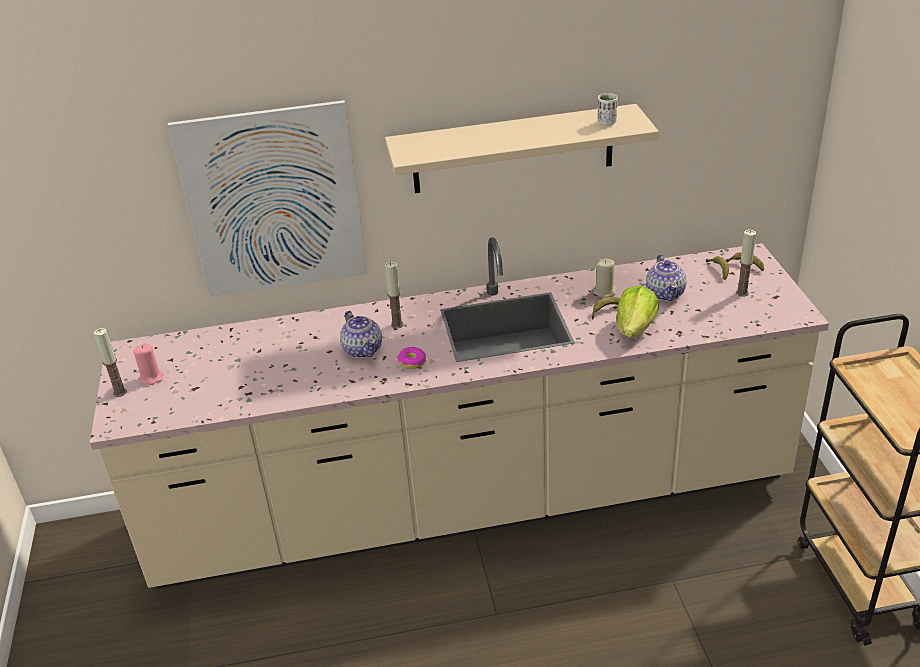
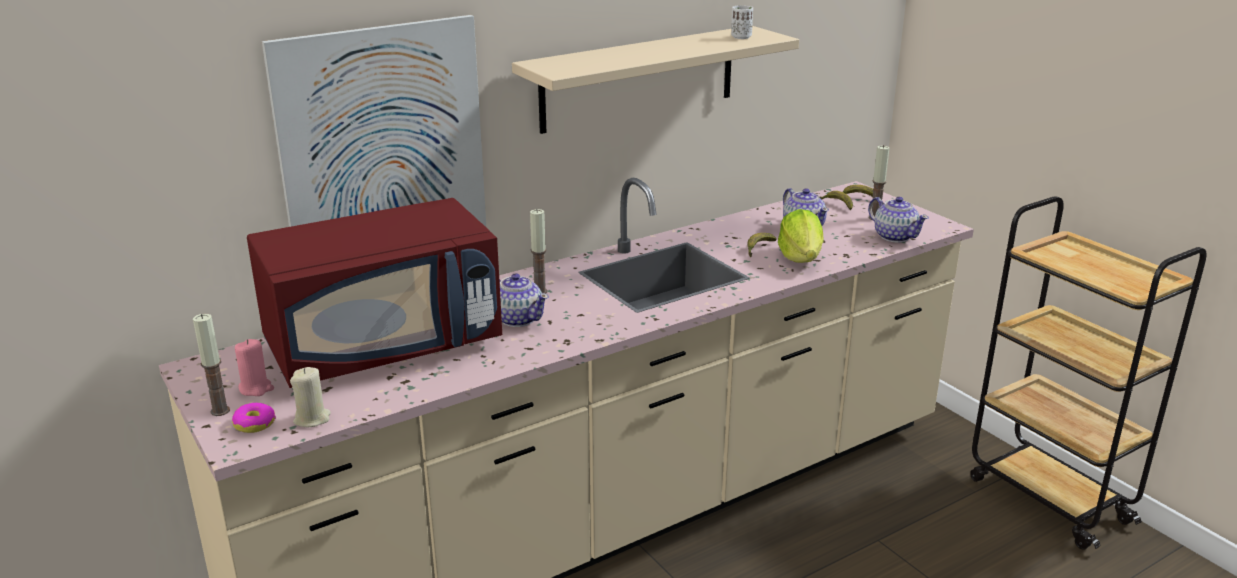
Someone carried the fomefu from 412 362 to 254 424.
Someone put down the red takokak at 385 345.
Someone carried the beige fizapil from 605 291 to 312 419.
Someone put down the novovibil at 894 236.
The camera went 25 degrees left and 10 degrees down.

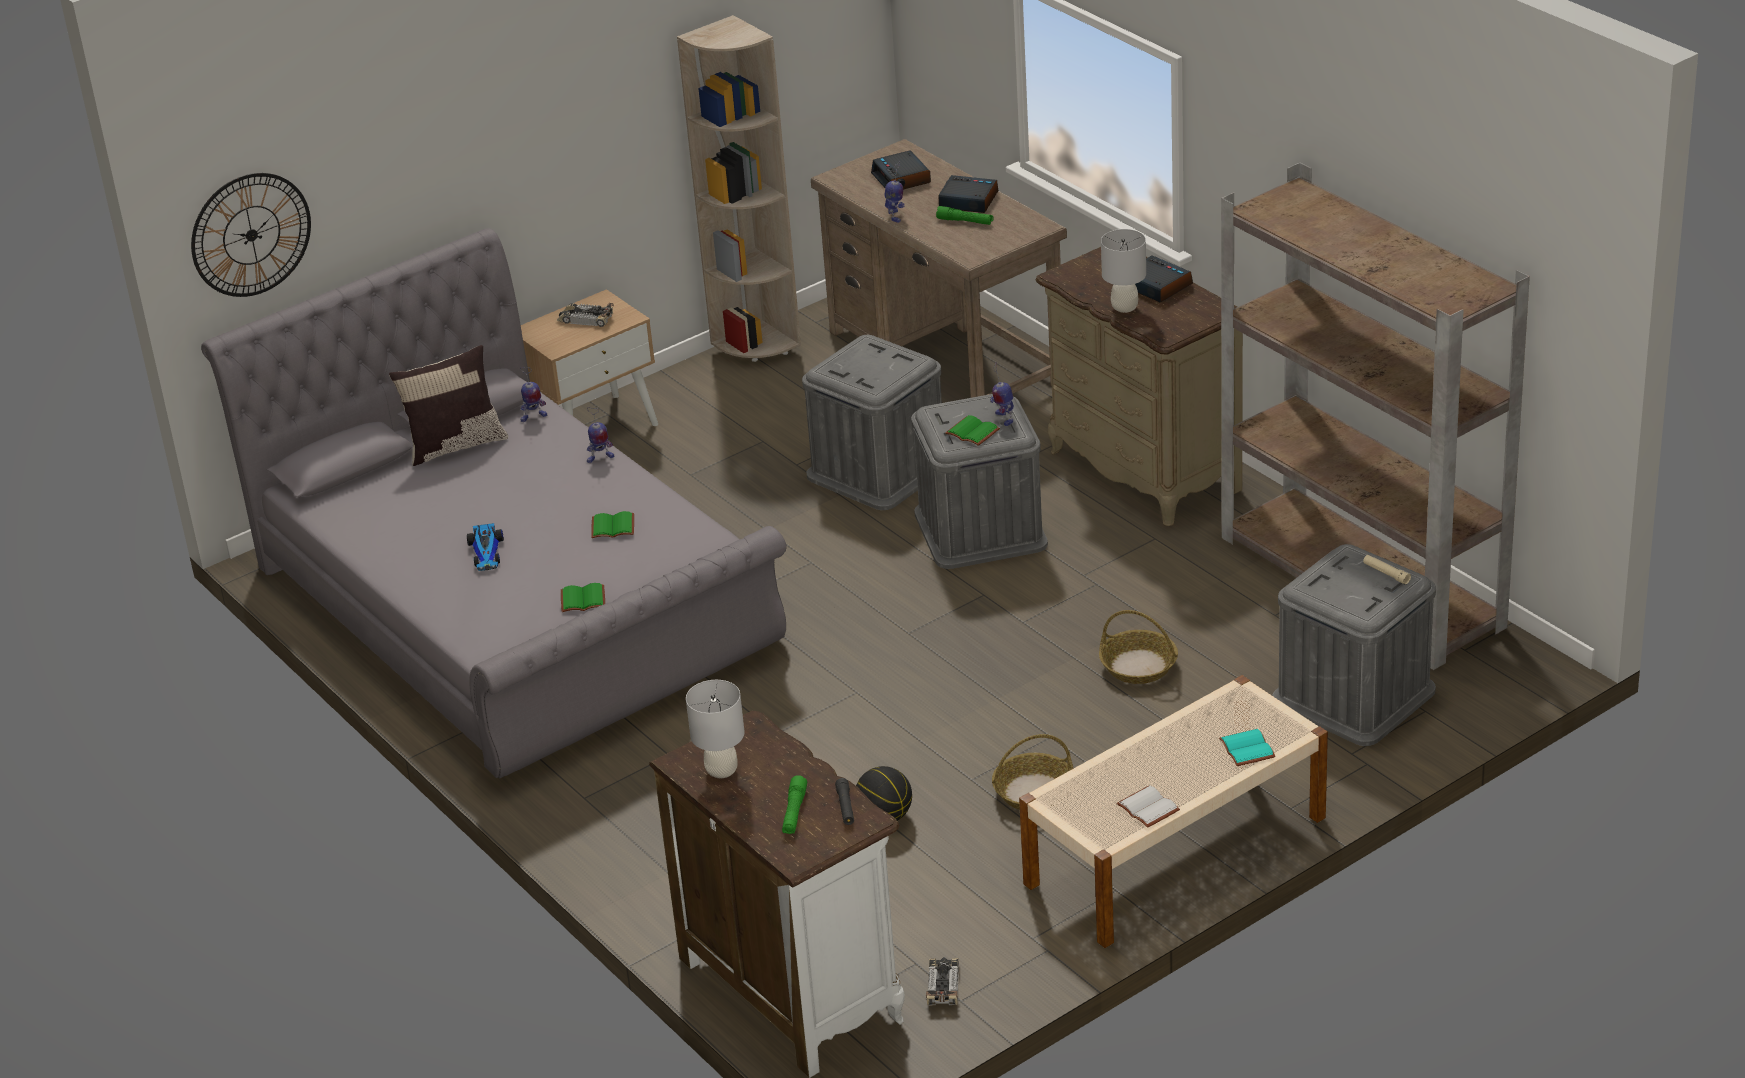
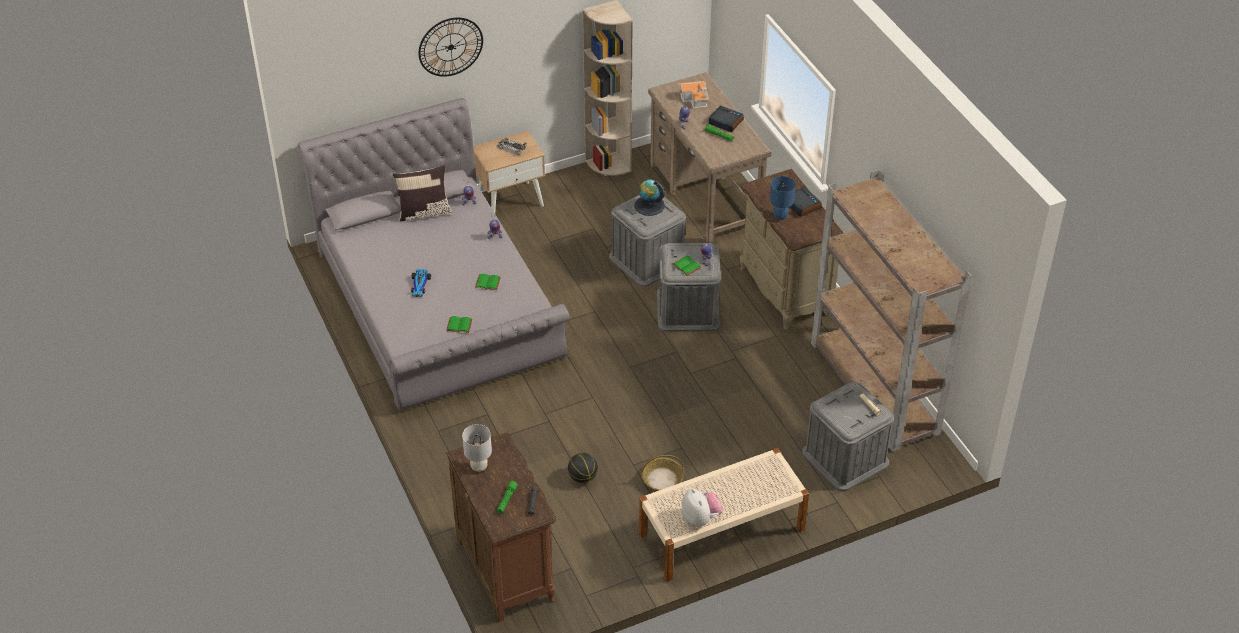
Someone carried the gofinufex from 251 235 to 450 47.
Someone repainted the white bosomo at 794 987, which became the brown bosomo at 507 568.
Someone put down the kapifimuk at 649 205.
Someone swapped the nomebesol at 902 178 for the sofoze at 695 99.
Someone swapped the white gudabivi at 1146 808 for the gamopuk at 700 519.
Someone repainted the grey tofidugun at 1124 308, which became the blue tofidugun at 780 216.
Someone took away the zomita at 943 984.
Someone took away the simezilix at 1138 666.
Someone took away the turquoise gudabivi at 1249 749.
The camera went 10 degrees right and 10 degrees up.

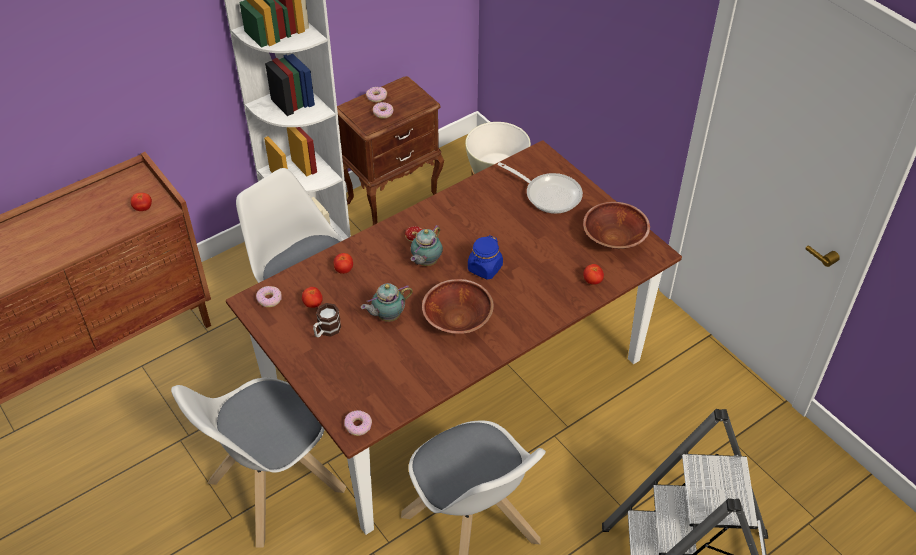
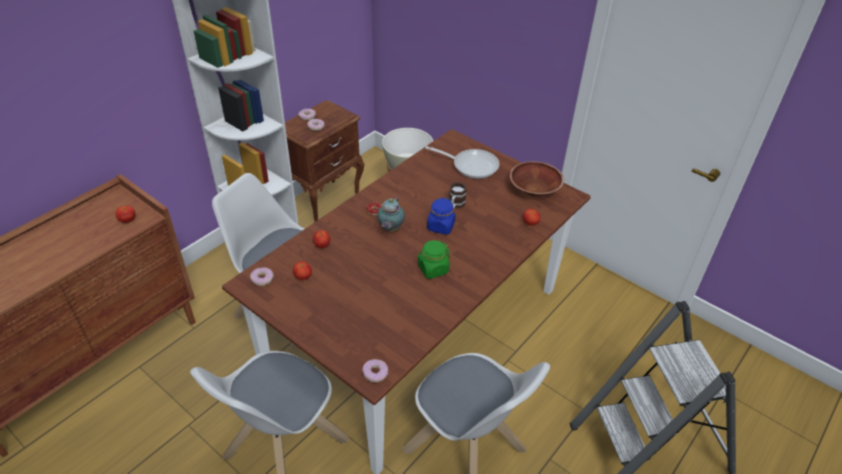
Someone swapped the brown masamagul at 458 319 for the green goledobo at 433 269.
Someone carried the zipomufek from 326 331 to 455 205.
Someone took away the novovibil at 387 316.
The camera went 15 degrees left and 5 degrees down.

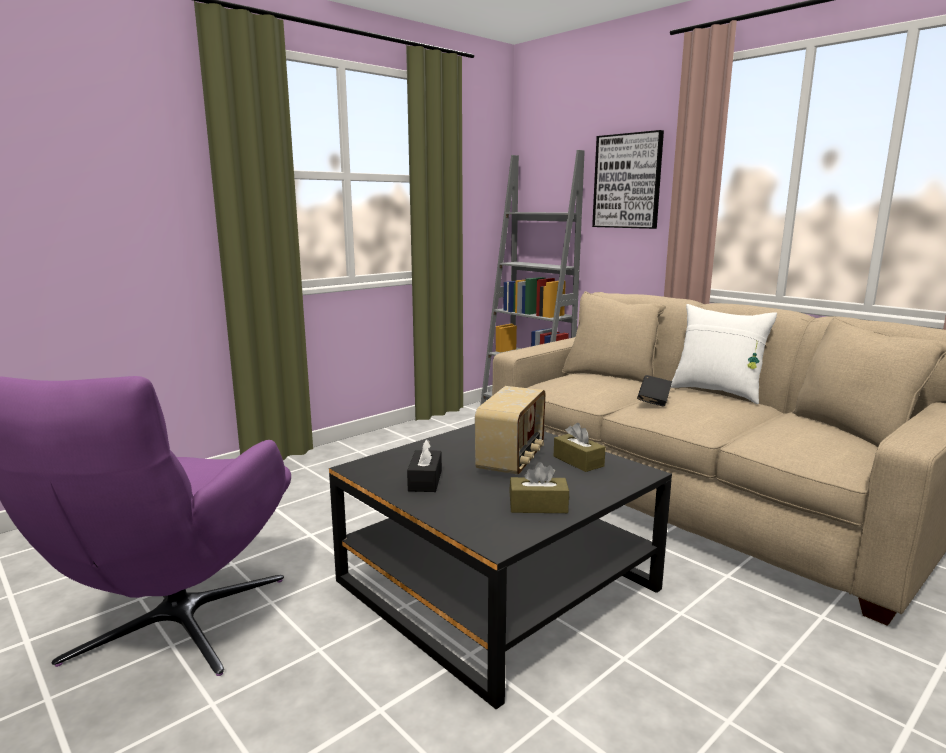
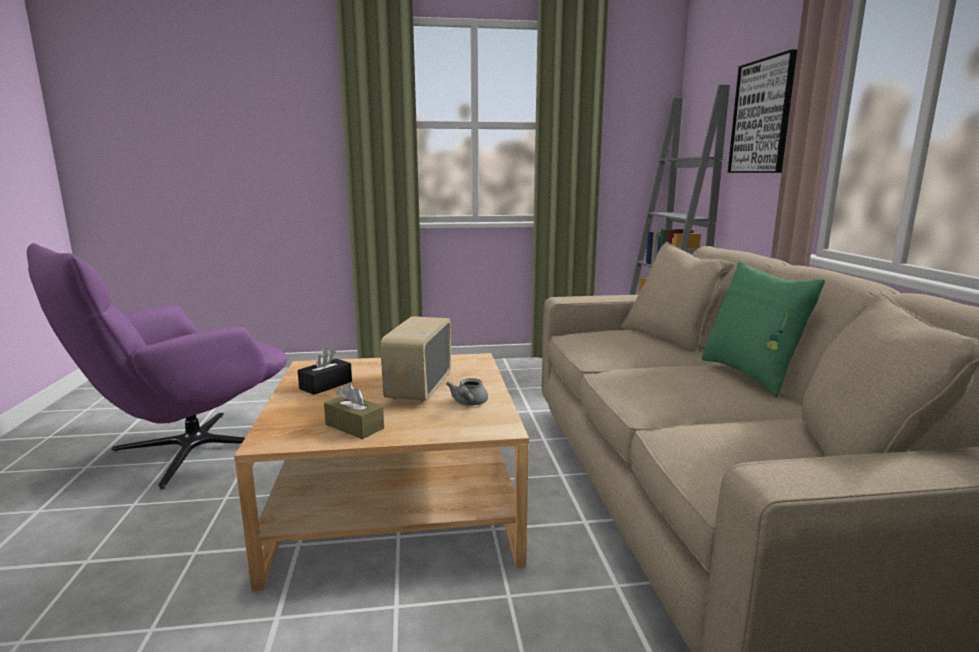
Someone repainted the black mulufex at 497 585, which became the beige mulufex at 396 503.
Someone rotated the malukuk at 512 460 by 135 degrees clockwise.
Someone swapped the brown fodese at 578 461 for the grey novovibil at 468 403.
Someone repainted the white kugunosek at 716 393, which became the green kugunosek at 749 376.
Someone took away the black gudabivi at 654 400.
The camera went 35 degrees right and 0 degrees up.

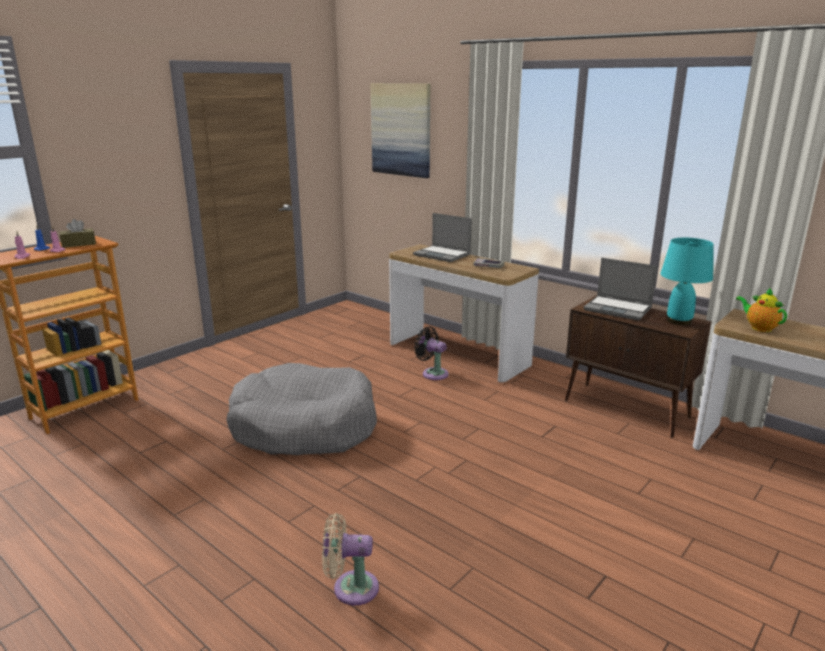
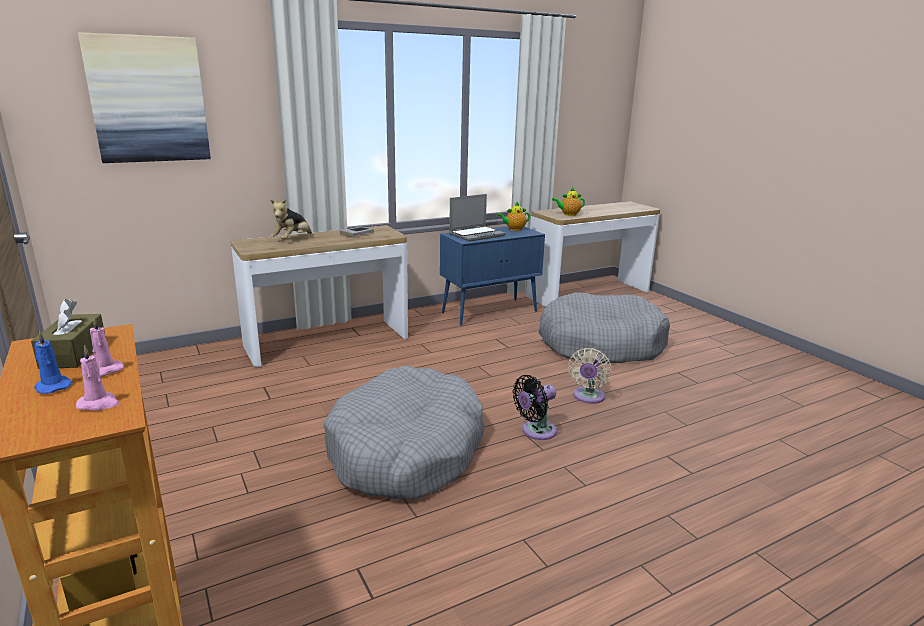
Someone swapped the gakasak at 443 255 for the gamopuk at 292 240.
Someone repainted the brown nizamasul at 627 409, which became the blue nizamasul at 490 312.
Someone swapped the turquoise tofidugun at 679 321 for the novovibil at 514 229.
Someone carried the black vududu from 433 373 to 536 431.
Someone put down the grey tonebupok at 600 344.
Someone carried the beige vududu from 351 588 to 588 397.
The camera went 70 degrees left and 0 degrees up.

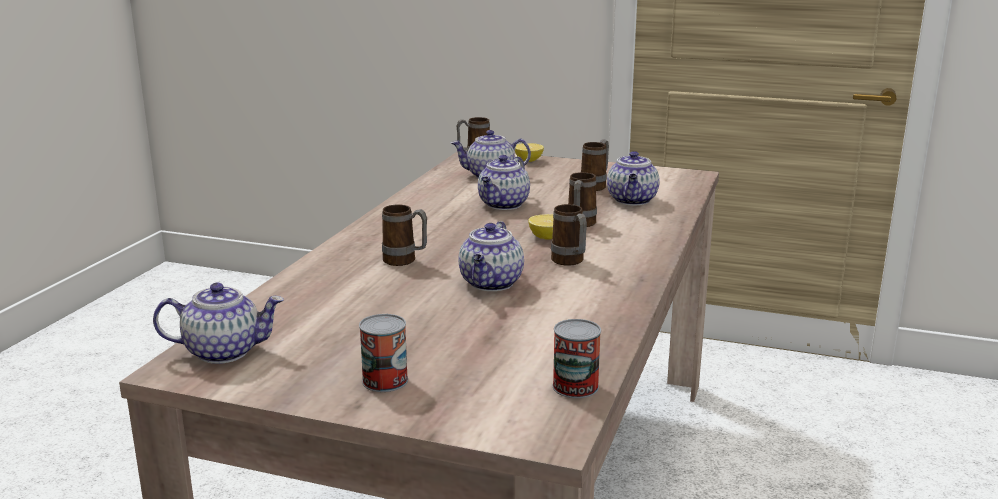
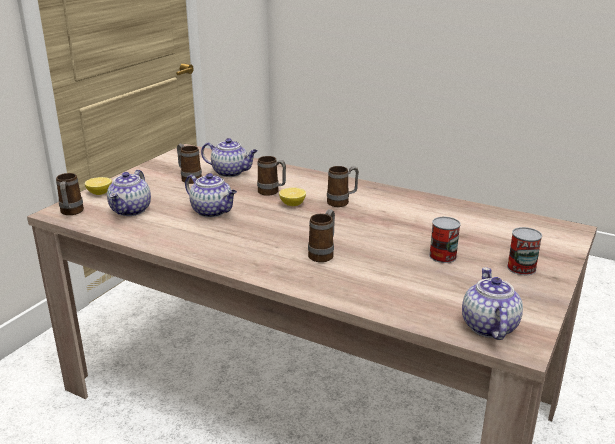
Someone carried the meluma from 575 386 to 442 256.
Someone took away the novovibil at 491 284.
The camera went 80 degrees left and 5 degrees up.

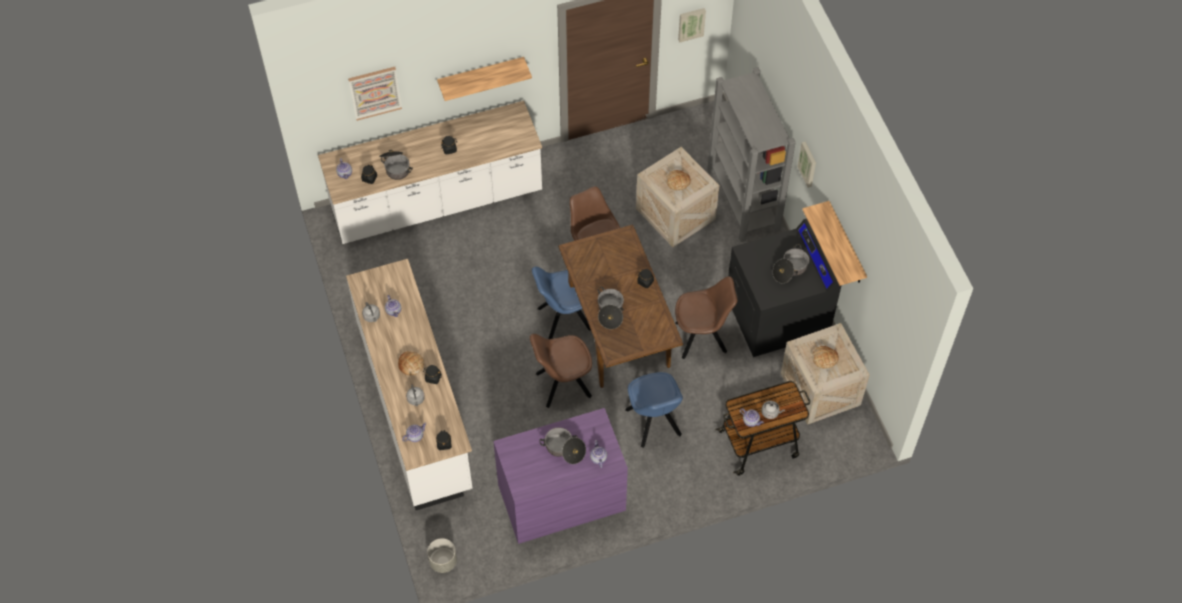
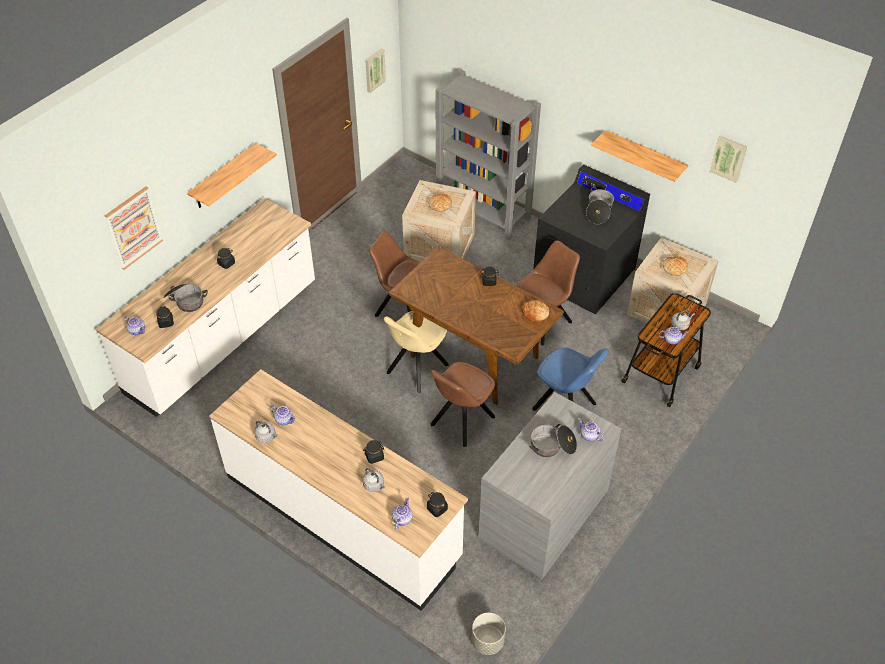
Someone repainted the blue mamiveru at 564 318, which became the beige mamiveru at 416 369.
Someone repainted the purple bosomo at 561 497, which became the grey bosomo at 544 514.
Someone carried the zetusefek from 411 364 to 535 313.
Someone carried the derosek from 808 164 to 729 158.
Someone took away the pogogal at 610 312.
The camera went 35 degrees left and 10 degrees down.

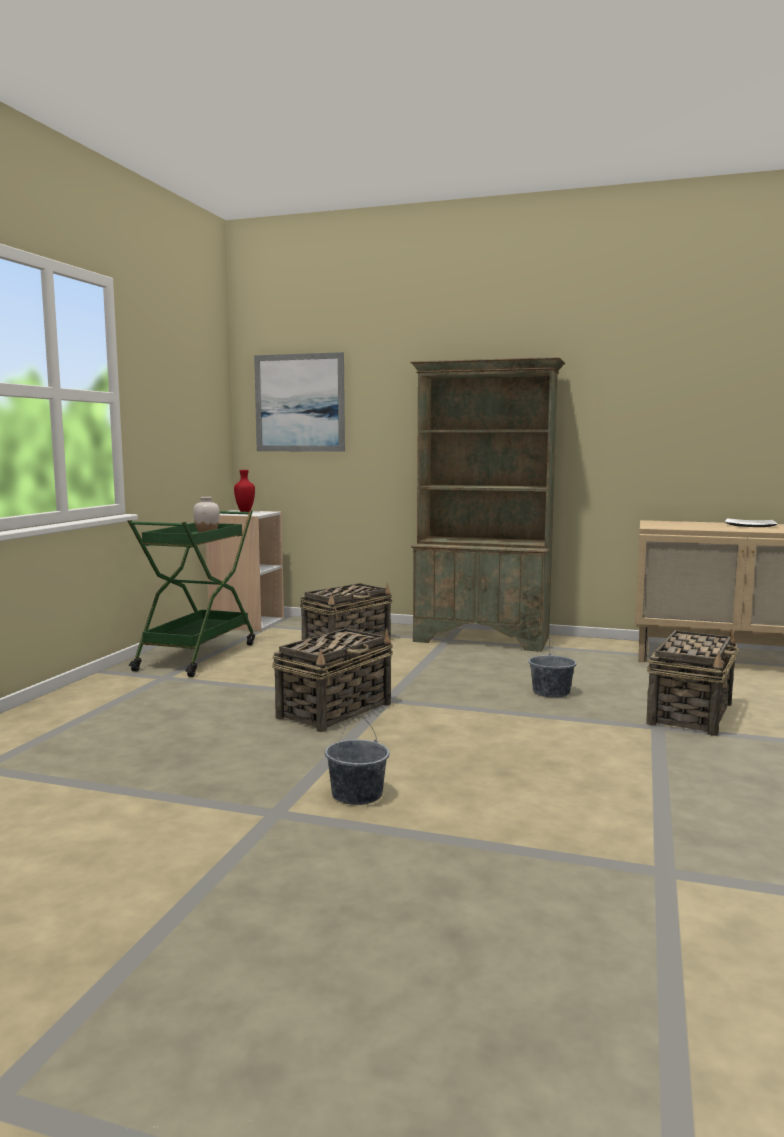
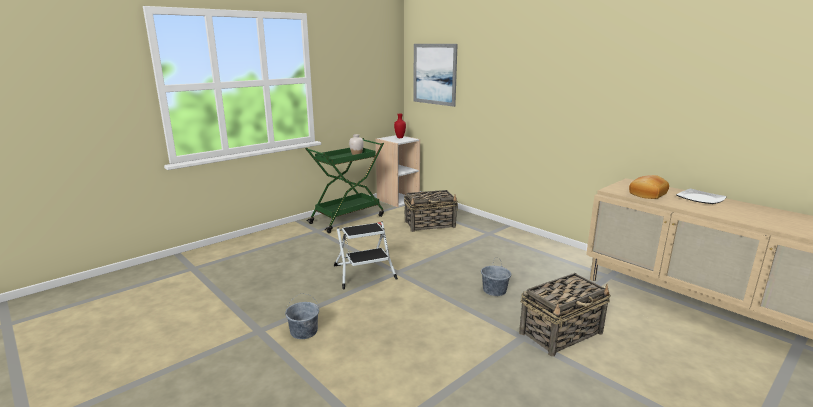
Someone swapped the simezilix at 336 710 for the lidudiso at 363 273.
Someone put down the zetusefek at 646 194.
Someone took away the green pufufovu at 482 638.
The camera went 30 degrees right and 10 degrees up.

